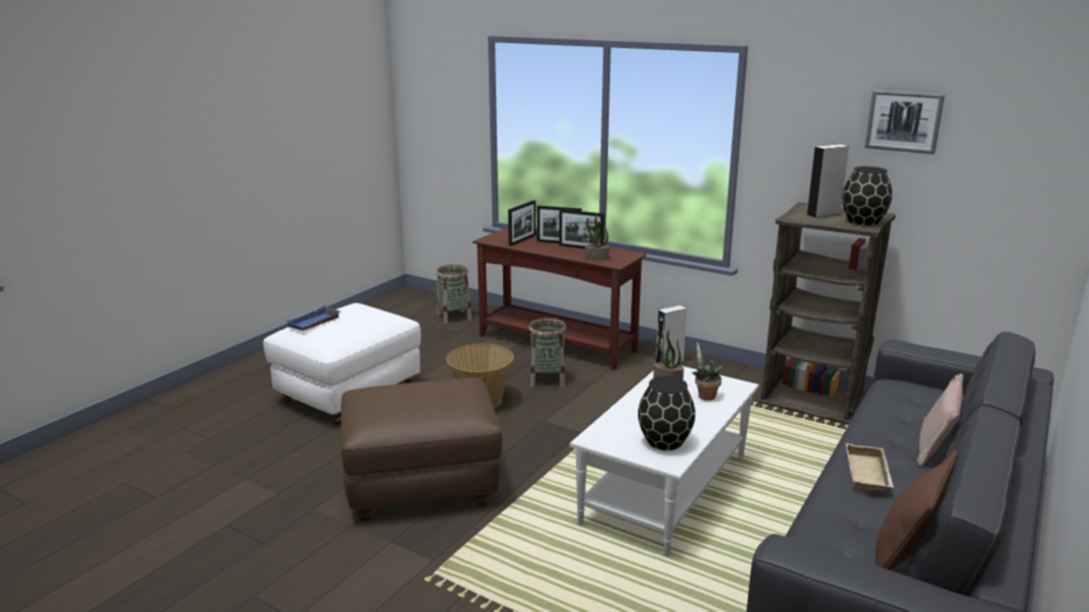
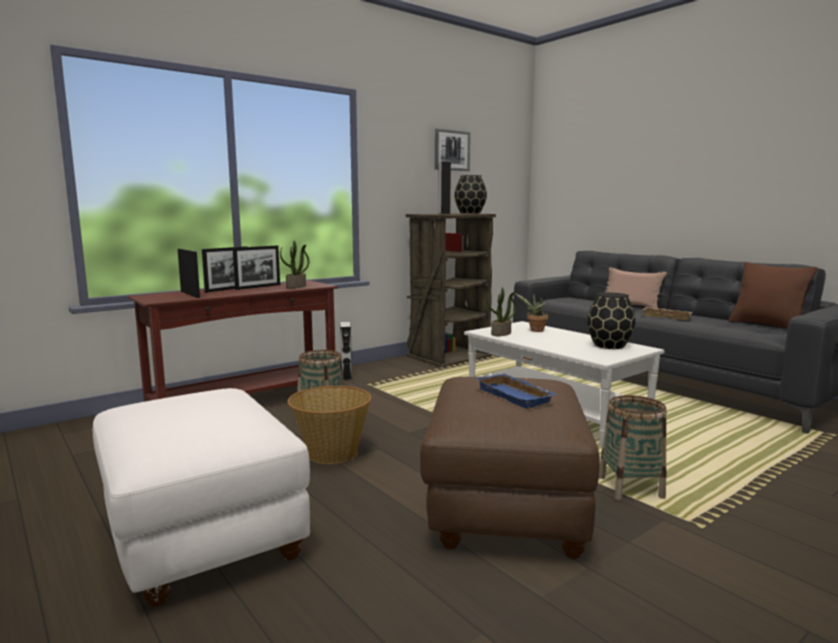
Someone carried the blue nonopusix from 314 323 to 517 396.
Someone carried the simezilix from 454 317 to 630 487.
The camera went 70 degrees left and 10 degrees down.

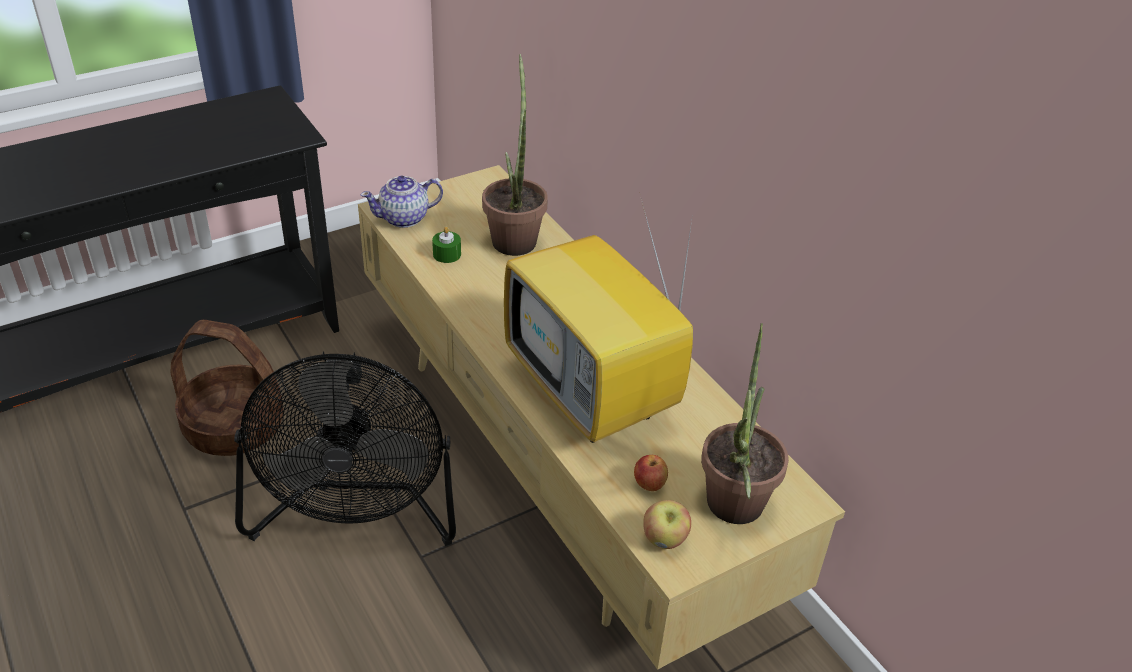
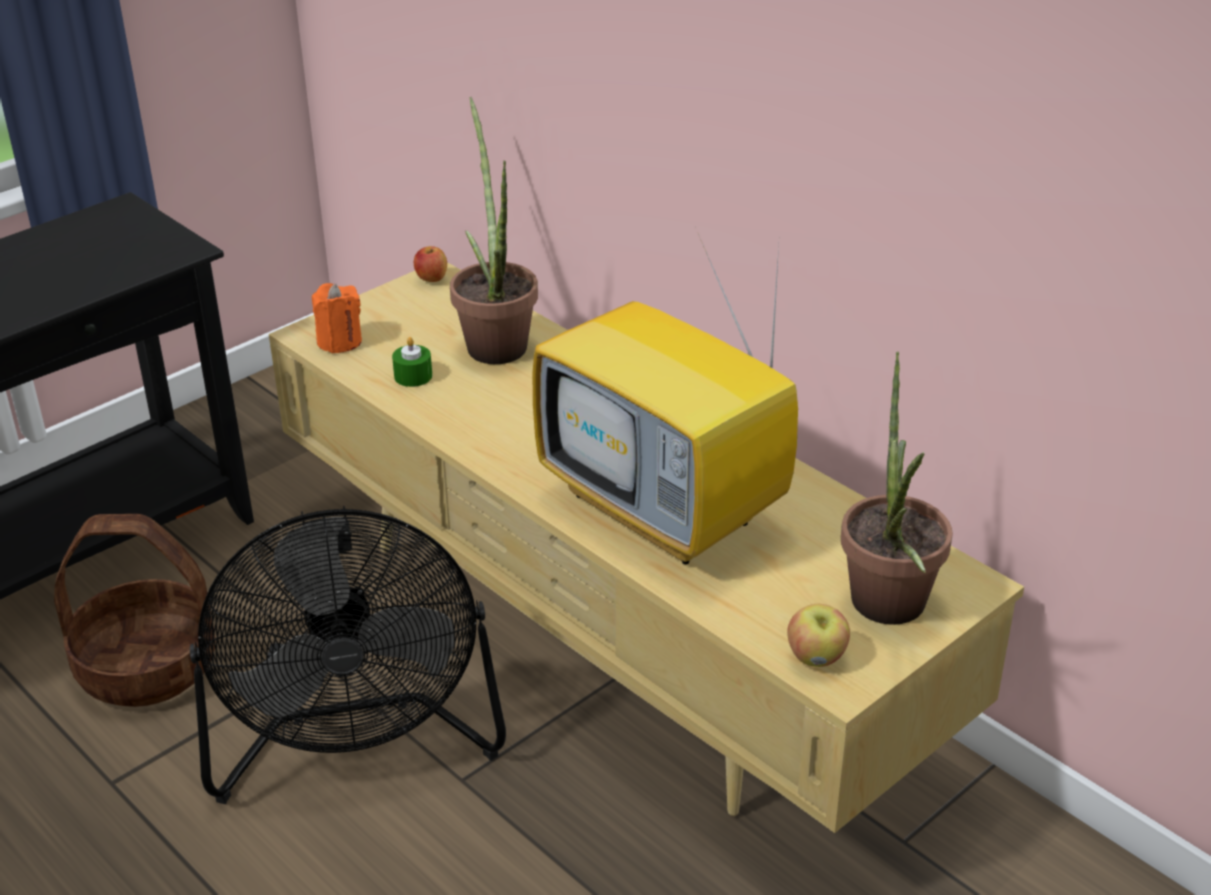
Someone swapped the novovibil at 404 218 for the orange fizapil at 339 341.
Someone carried the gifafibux from 649 484 to 431 279.
The camera went 10 degrees left and 5 degrees down.

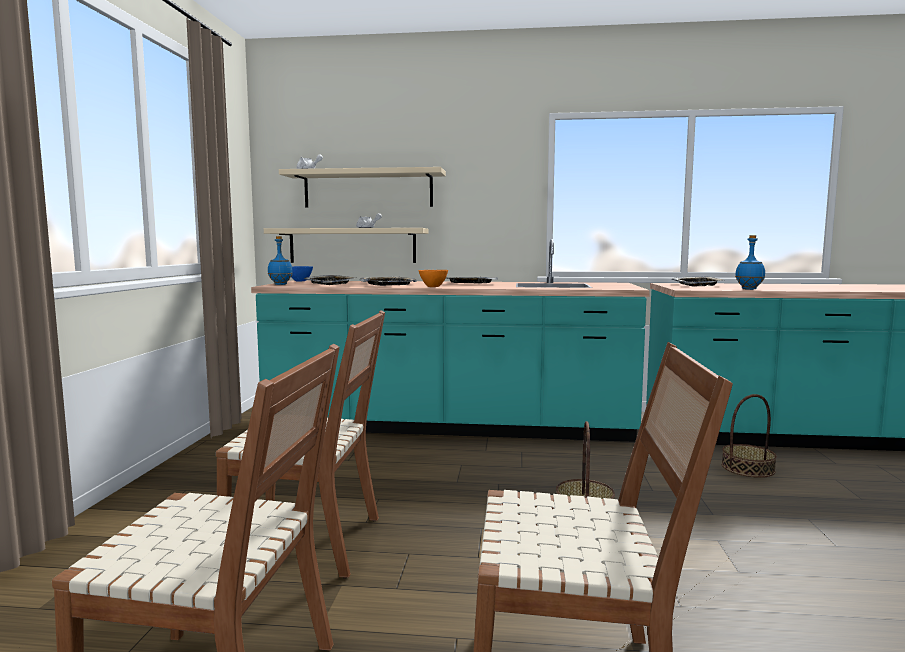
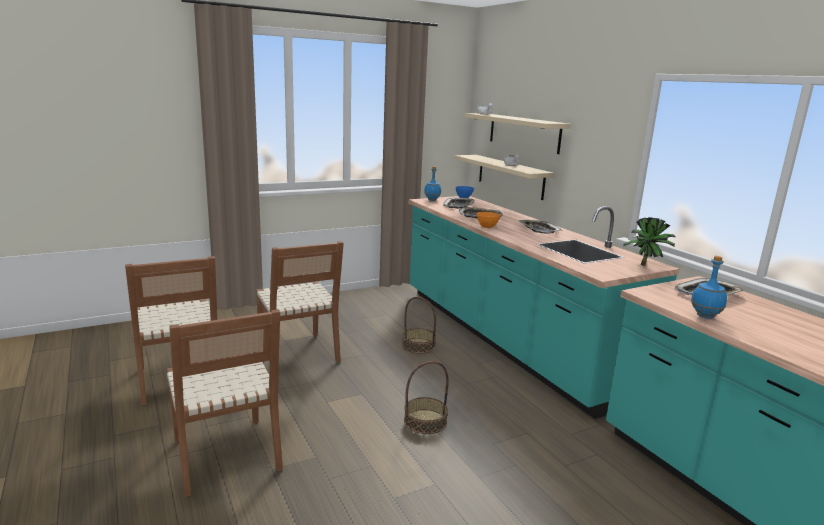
Someone carried the simezilix from 747 468 to 418 346.
Someone put down the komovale at 646 265.
The camera went 55 degrees right and 10 degrees up.

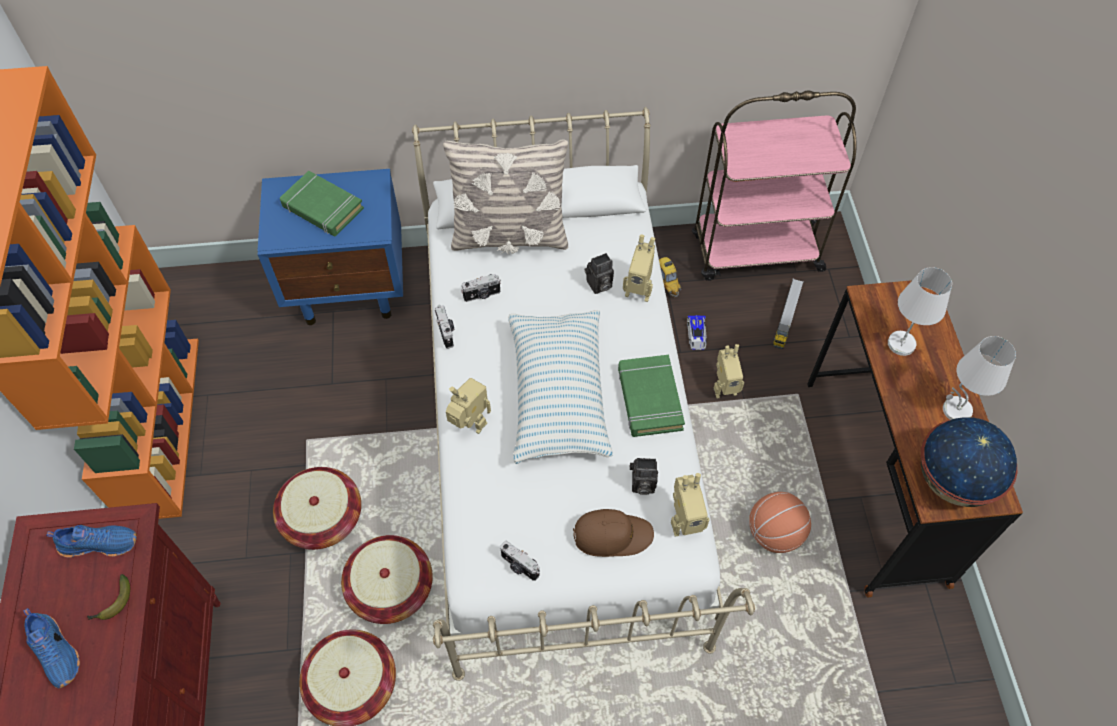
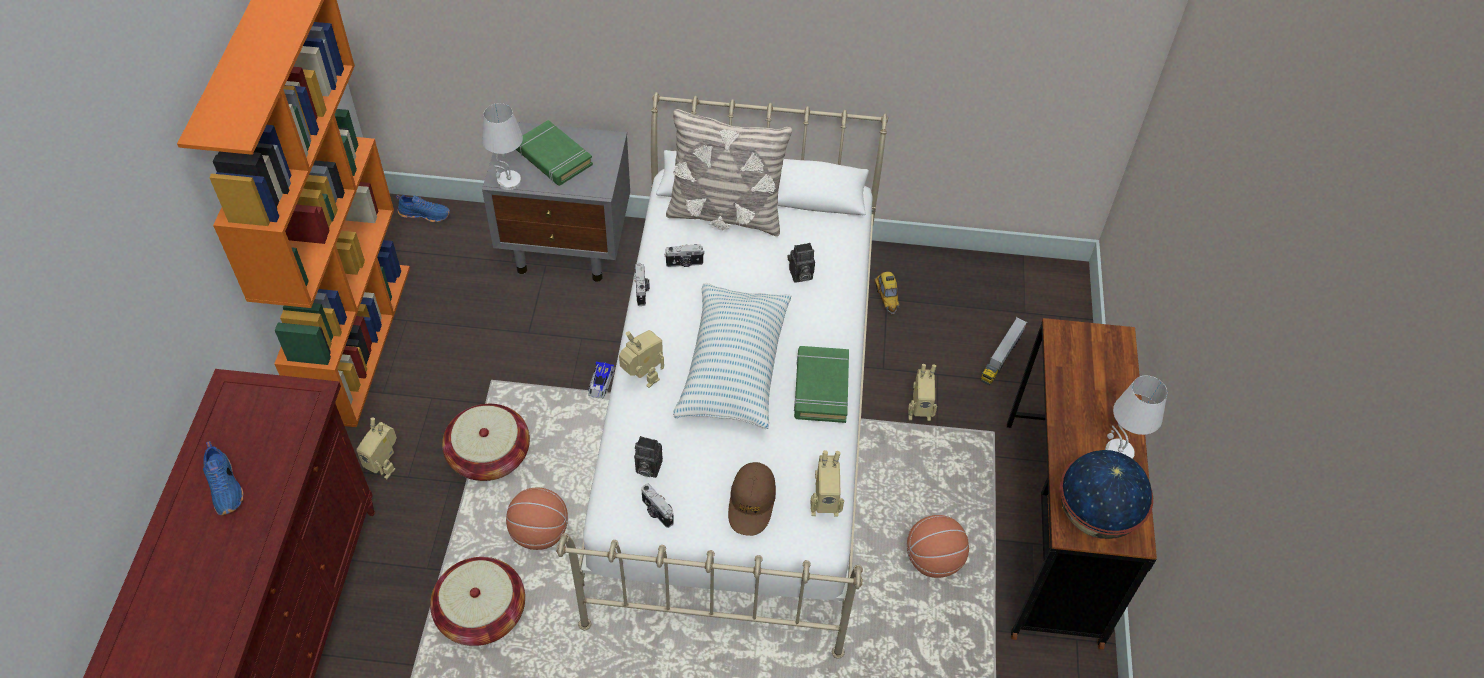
Someone carried the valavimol from 639 290 to 385 466.
Someone carried the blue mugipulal from 100 543 to 425 213.
Someone carried the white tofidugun from 901 345 to 509 181.
Someone repainted the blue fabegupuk at 350 289, which became the grey fabegupuk at 568 247.
Someone swapped the simezilix at 391 588 for the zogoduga at 539 533.
Someone carried the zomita from 696 335 to 600 383.
Someone carried the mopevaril from 641 484 to 647 467.
Someone rotated the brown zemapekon at 612 535 by 90 degrees clockwise.
Someone took away the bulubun at 113 603.
Someone took away the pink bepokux at 755 252.
The camera went 10 degrees right and 5 degrees down.

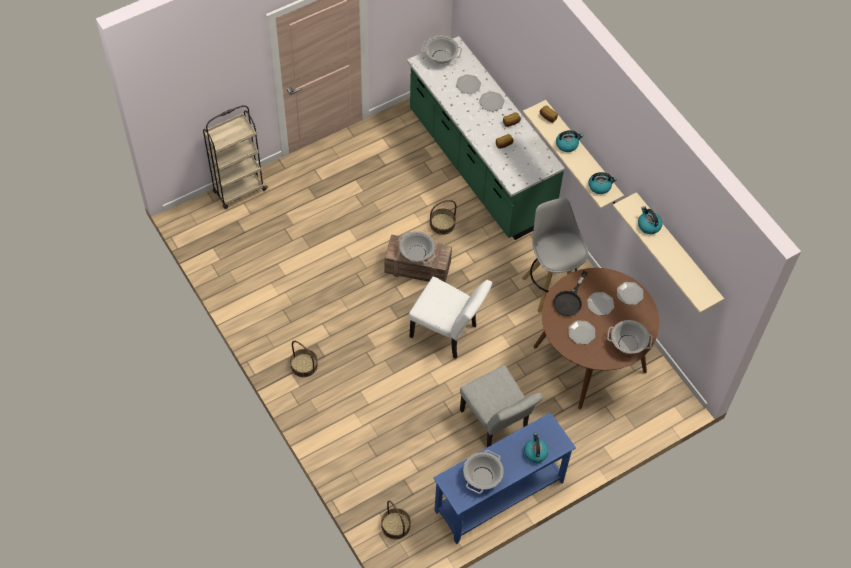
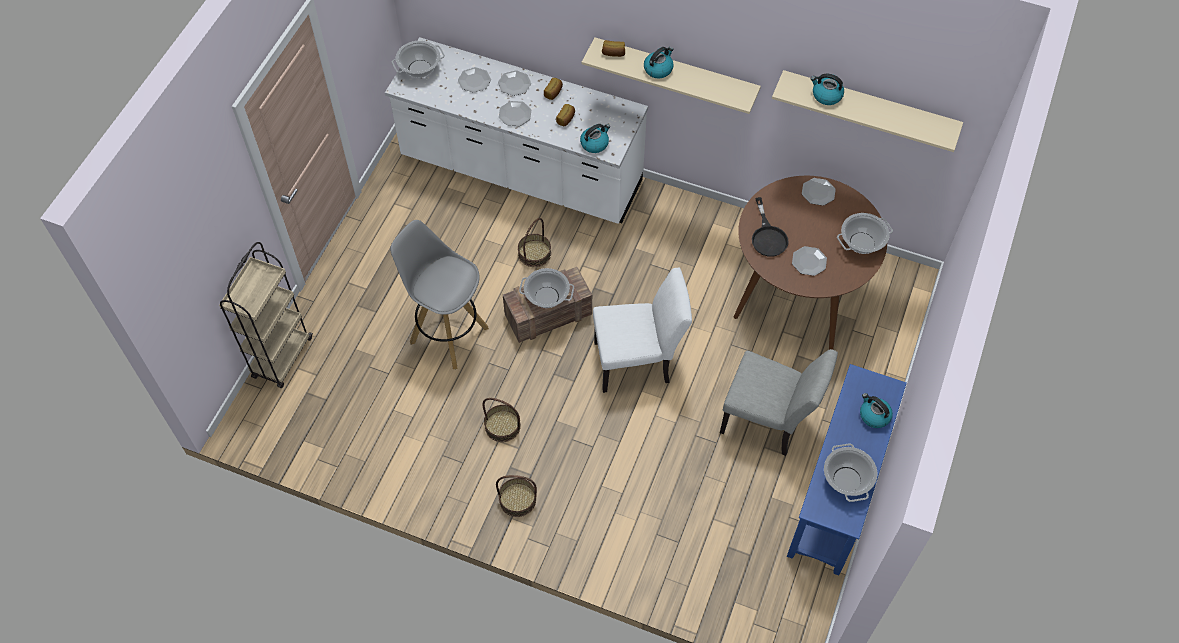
Someone repainted the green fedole at 479 166, which became the white fedole at 521 172.
Someone carried the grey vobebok from 550 287 to 448 333.
Someone carried the simezilix from 395 525 to 502 426.
Someone carried the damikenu from 600 304 to 515 114.
Someone carried the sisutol from 600 186 to 595 143.
The camera went 35 degrees left and 0 degrees up.

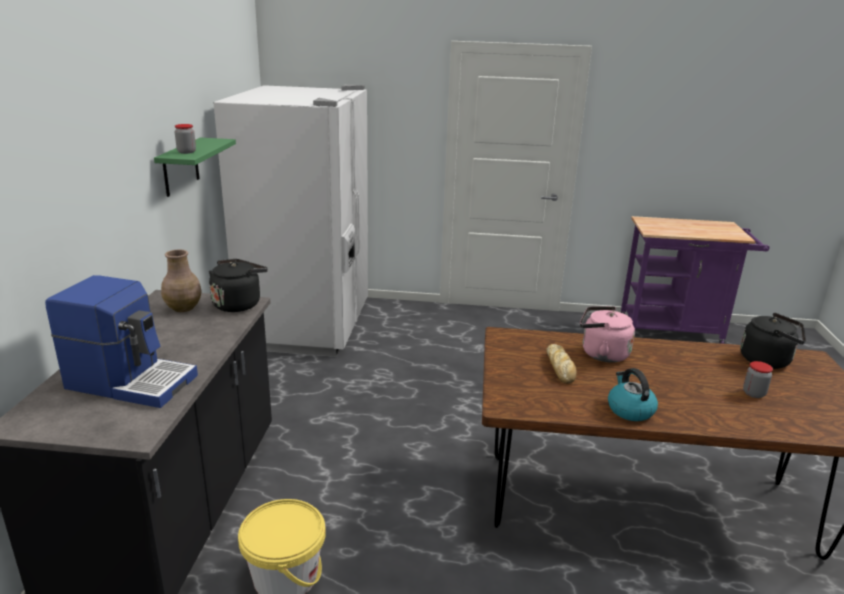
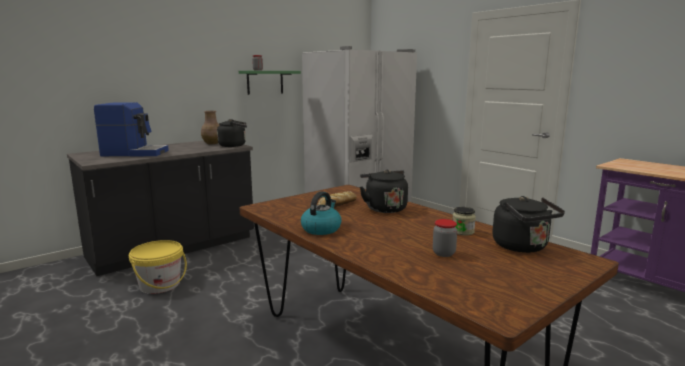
Someone rotated the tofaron at 132 381 by 60 degrees counterclockwise.
Someone repainted the pink sisutol at 601 354, which became the black sisutol at 384 208.
Someone put down the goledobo at 462 231.
The camera went 45 degrees right and 10 degrees down.

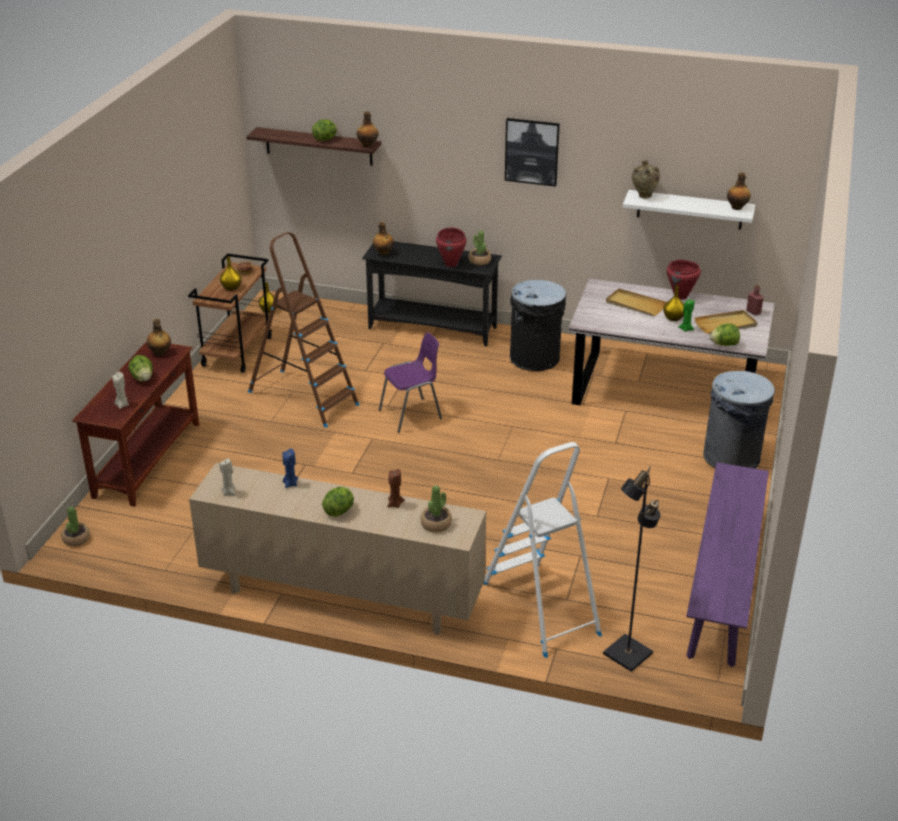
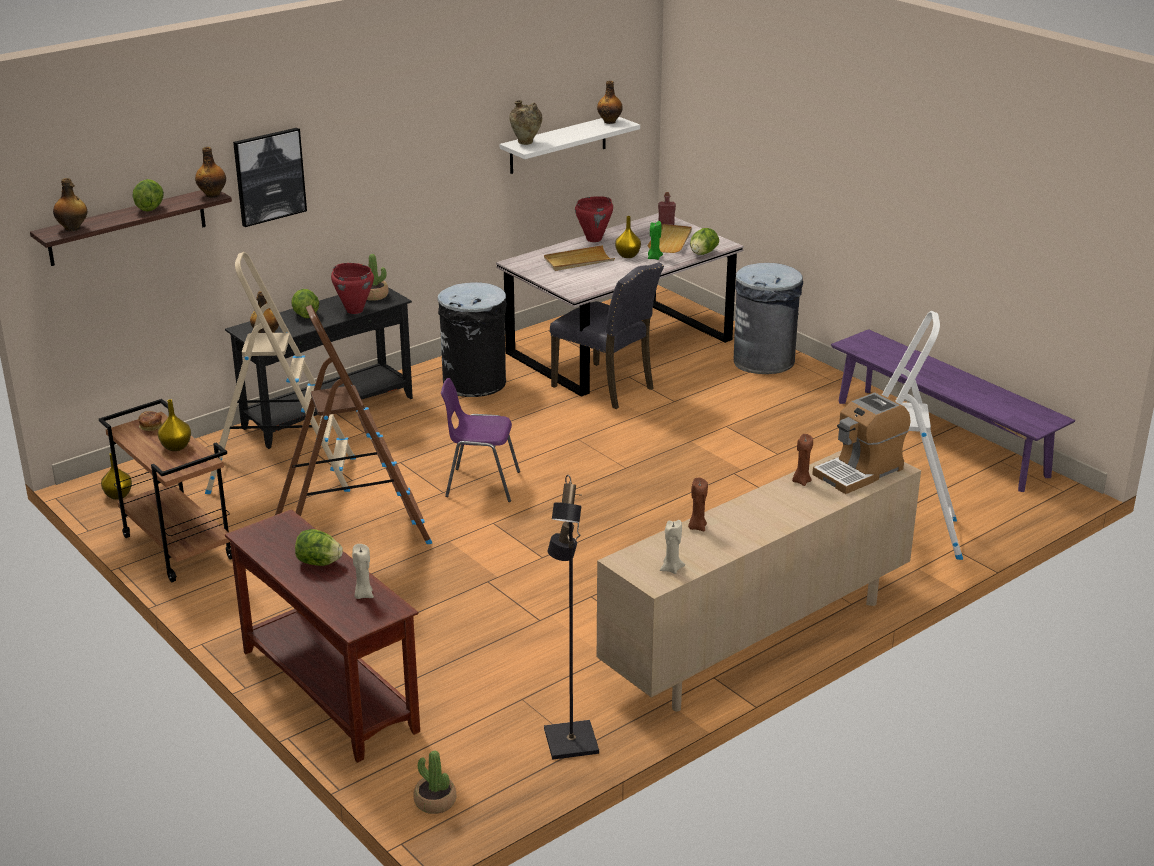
Someone carried the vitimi from 160 353 to 73 228.
Someone put down the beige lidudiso at 282 475.
Someone carried the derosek from 532 151 to 269 176.
Someone carried the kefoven from 339 511 to 305 315.
Someone rotated the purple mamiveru at 412 415 by 90 degrees counterclockwise.
Someone carried the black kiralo from 628 653 to 571 741.
Someone put down the grey mamiveru at 606 387.
Someone repainted the blue fizapil at 290 484, which became the brown fizapil at 697 527.
Someone swapped the komovale at 436 524 for the tofaron at 859 471.
The camera went 55 degrees left and 5 degrees down.

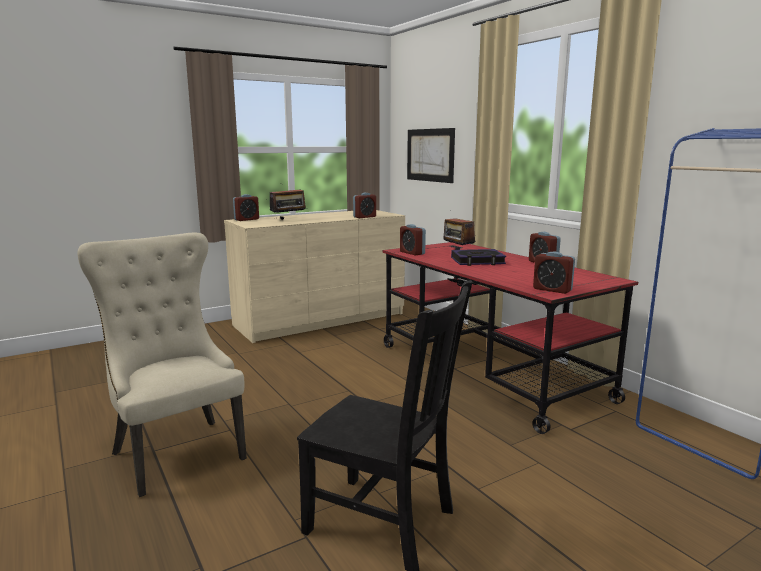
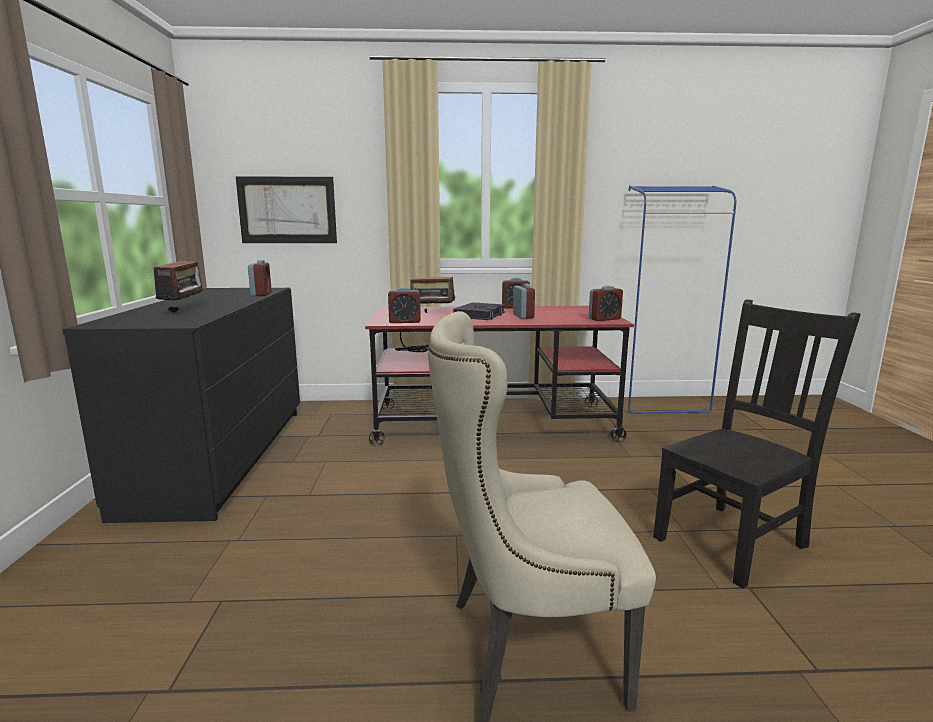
Someone repainted the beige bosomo at 320 319, which became the black bosomo at 221 456.
Someone carried the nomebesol from 246 219 to 523 316.
The camera went 60 degrees left and 0 degrees up.

